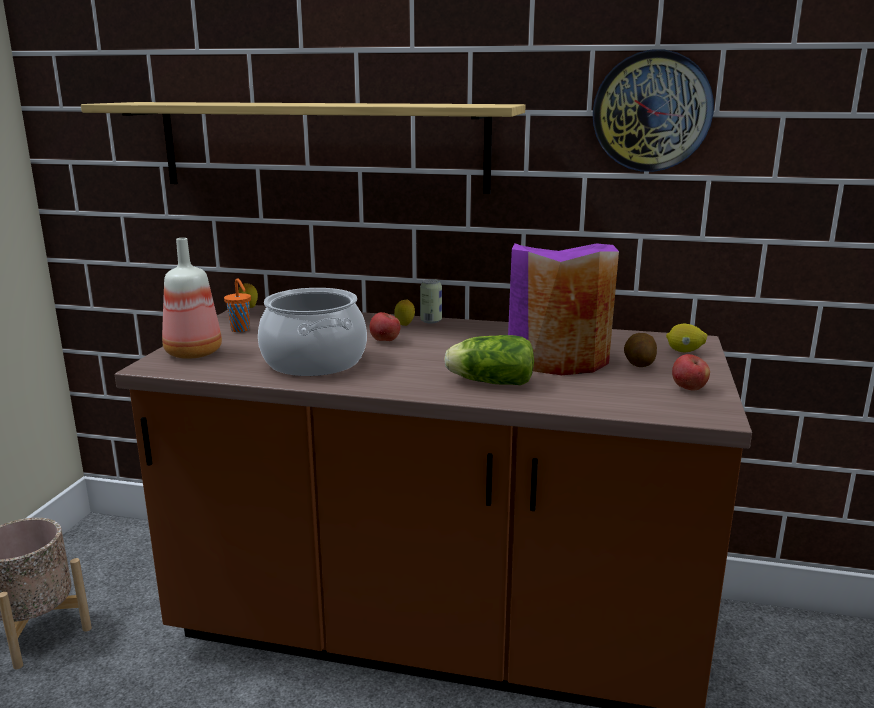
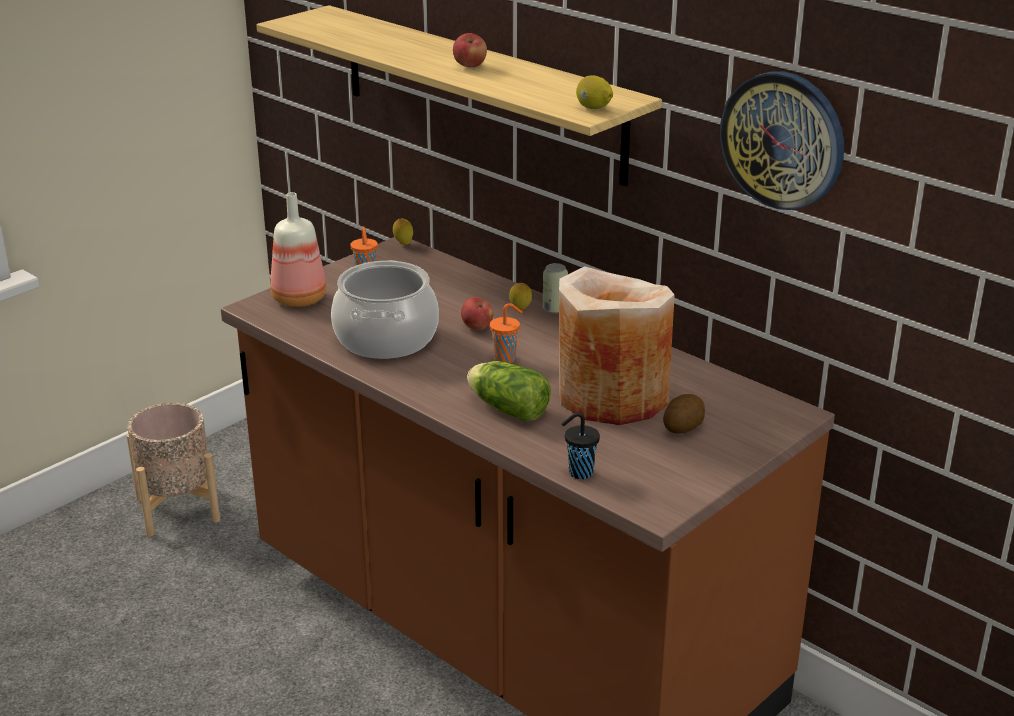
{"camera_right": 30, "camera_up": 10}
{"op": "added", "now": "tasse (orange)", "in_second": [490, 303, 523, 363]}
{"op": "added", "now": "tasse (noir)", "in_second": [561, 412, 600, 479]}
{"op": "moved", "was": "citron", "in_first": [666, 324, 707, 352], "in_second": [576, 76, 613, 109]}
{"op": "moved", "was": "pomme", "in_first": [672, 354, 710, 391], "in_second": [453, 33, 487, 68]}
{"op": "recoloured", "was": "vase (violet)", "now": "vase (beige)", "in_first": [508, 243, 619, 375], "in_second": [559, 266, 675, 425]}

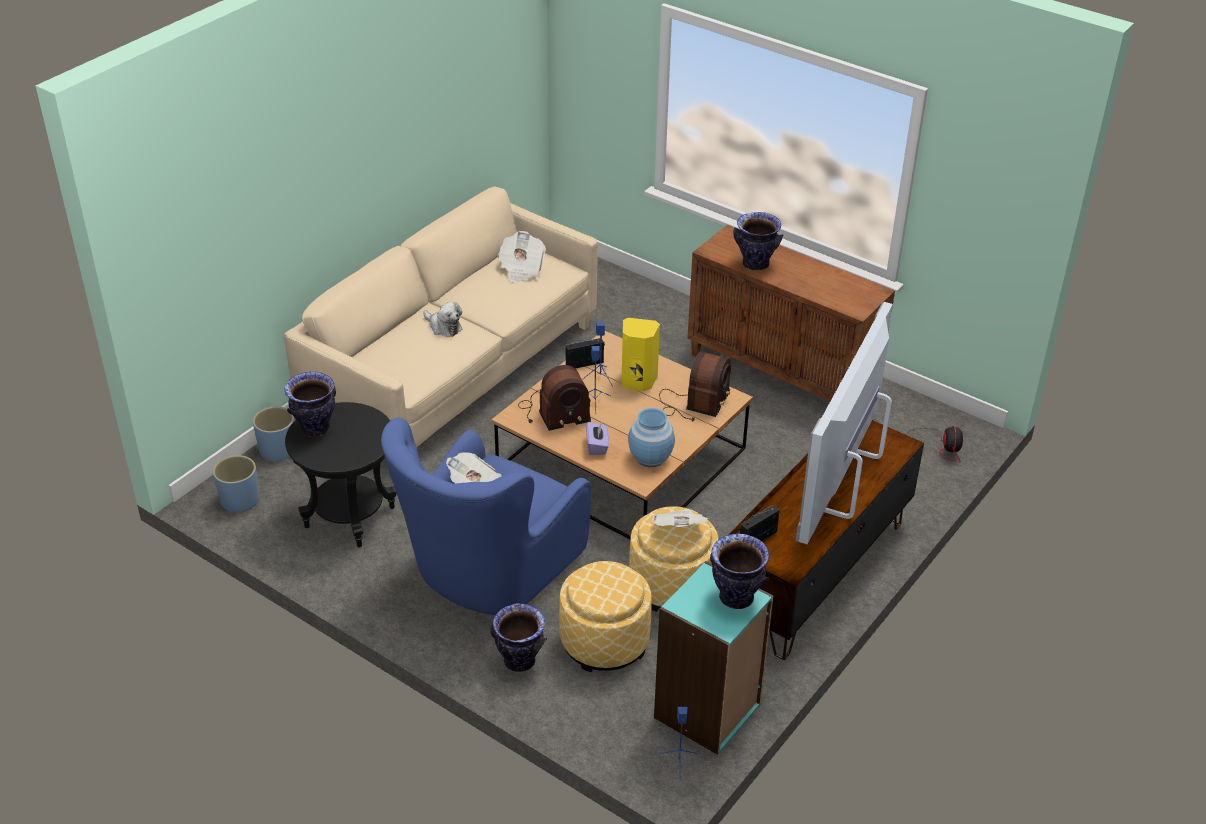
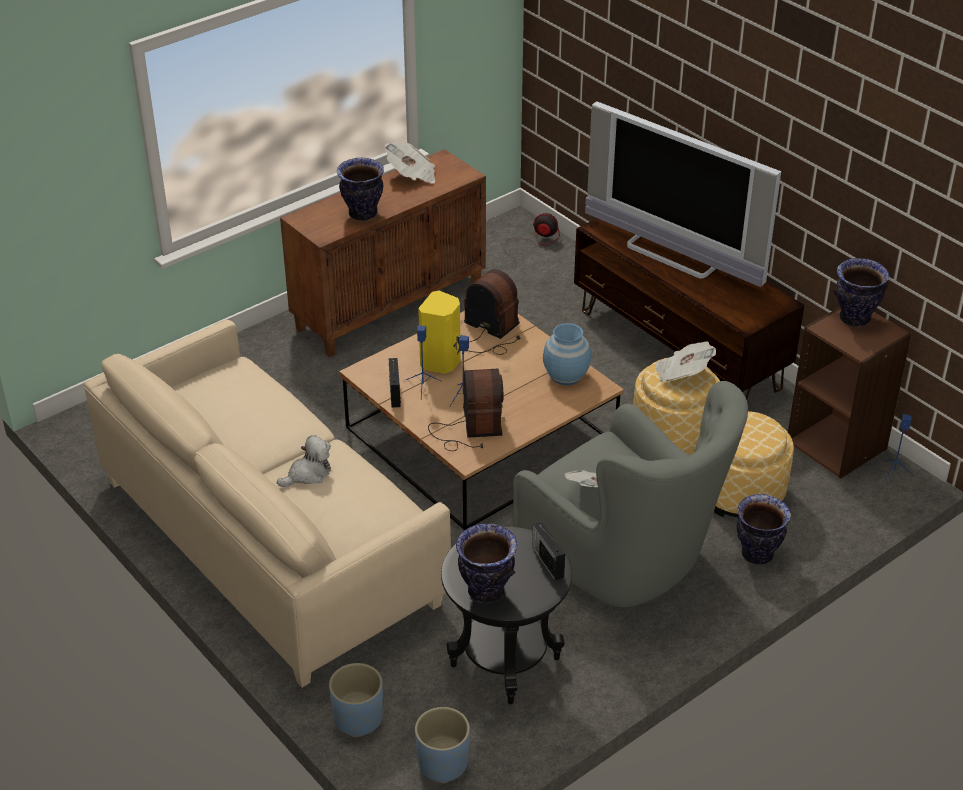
{"camera_right": -75, "camera_up": 0}
{"op": "removed", "was": "boîte à mouchoirs (violet)", "in_first": [586, 422, 609, 455]}
{"op": "moved", "was": "journal", "in_first": [498, 231, 546, 283], "in_second": [384, 142, 435, 184]}
{"op": "moved", "was": "radio", "in_first": [740, 505, 780, 541], "in_second": [532, 521, 565, 580]}
{"op": "recoloured", "was": "fauteuil (bleu)", "now": "fauteuil (gris)", "in_first": [381, 417, 592, 615], "in_second": [513, 381, 748, 607]}
{"op": "recoloured", "was": "bibliothèque (turquoise)", "now": "bibliothèque (marron)", "in_first": [654, 561, 773, 755], "in_second": [788, 307, 912, 478]}

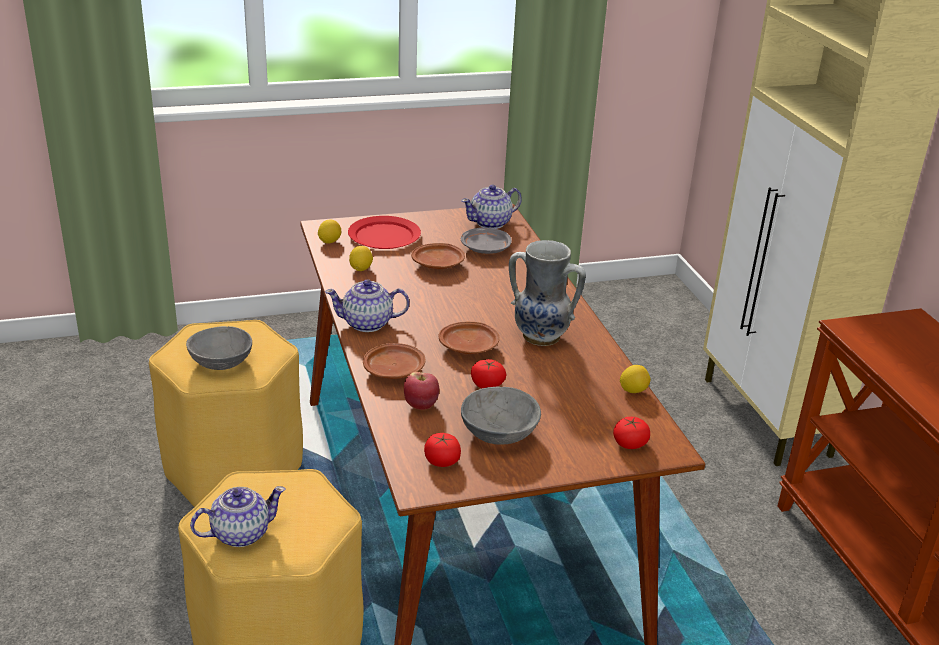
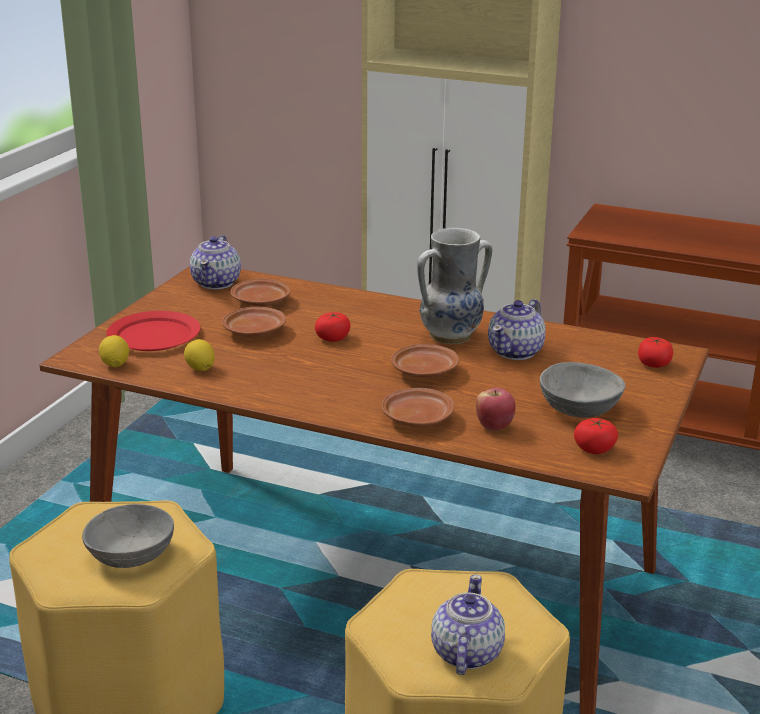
{"camera_right": -50, "camera_up": -5}
{"op": "removed", "was": "citron", "in_first": [620, 365, 651, 393]}
{"op": "moved", "was": "théière", "in_first": [325, 279, 410, 332], "in_second": [488, 299, 546, 360]}
{"op": "moved", "was": "tomate", "in_first": [471, 359, 506, 388], "in_second": [315, 312, 351, 342]}
{"op": "recoloured", "was": "assiette (gris)", "now": "assiette (marron)", "in_first": [461, 228, 512, 254], "in_second": [231, 279, 291, 307]}

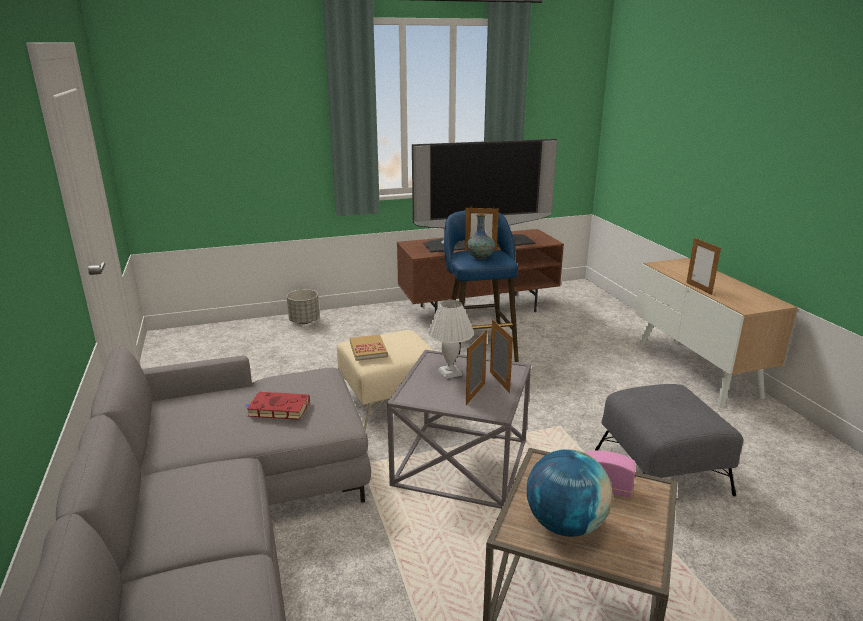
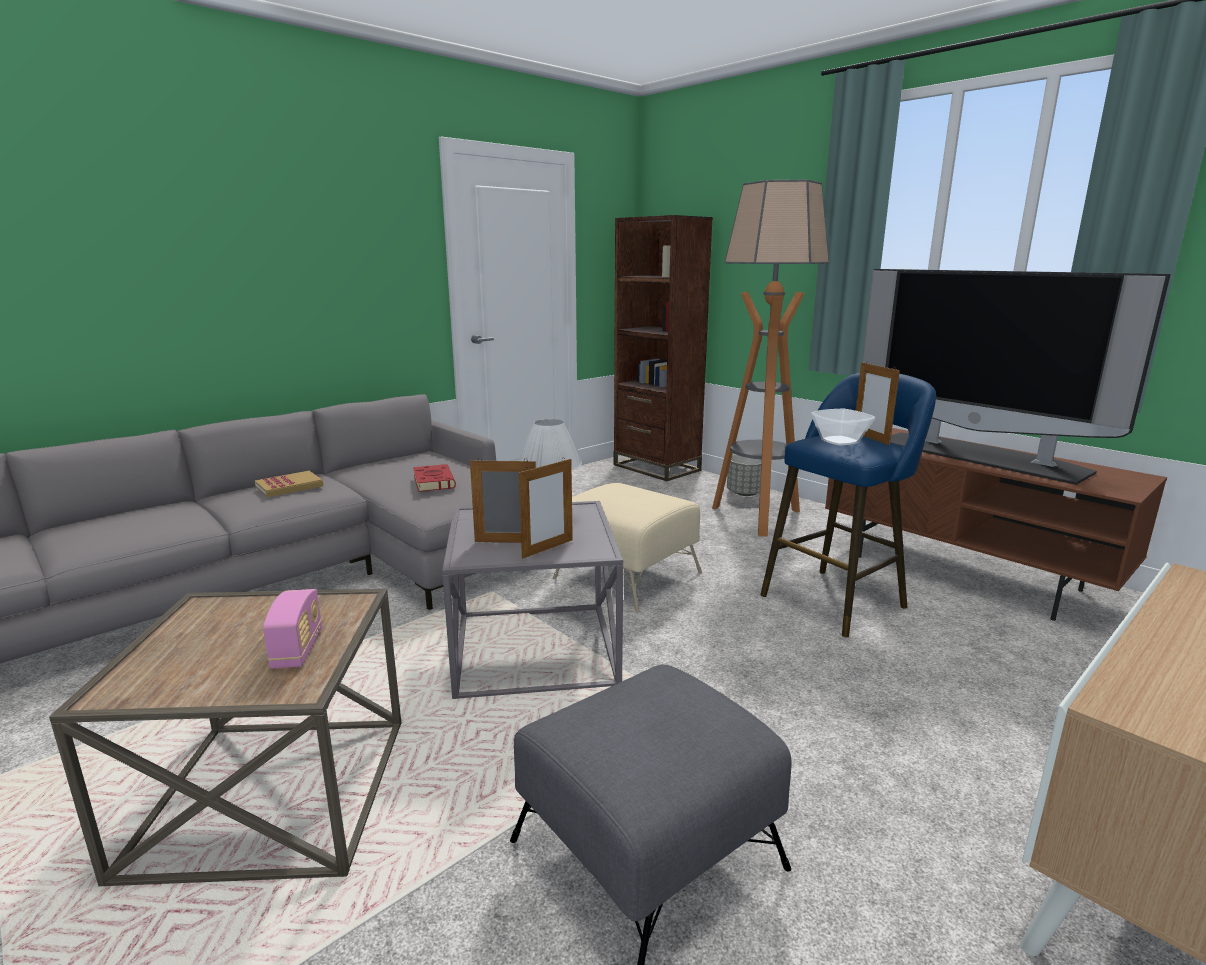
{"camera_right": 65, "camera_up": -5}
{"op": "removed", "was": "globe", "in_first": [527, 449, 613, 537]}
{"op": "removed", "was": "cadre photo", "in_first": [686, 238, 721, 295]}
{"op": "added", "now": "bibliothèque (marron)", "in_second": [613, 215, 713, 481]}
{"op": "added", "now": "lampadaire", "in_second": [712, 180, 829, 536]}
{"op": "moved", "was": "livre", "in_first": [350, 335, 388, 361], "in_second": [255, 471, 323, 497]}
{"op": "replaced", "was": "vase", "now": "bol", "in_first": [466, 214, 495, 259], "in_second": [811, 409, 875, 445]}

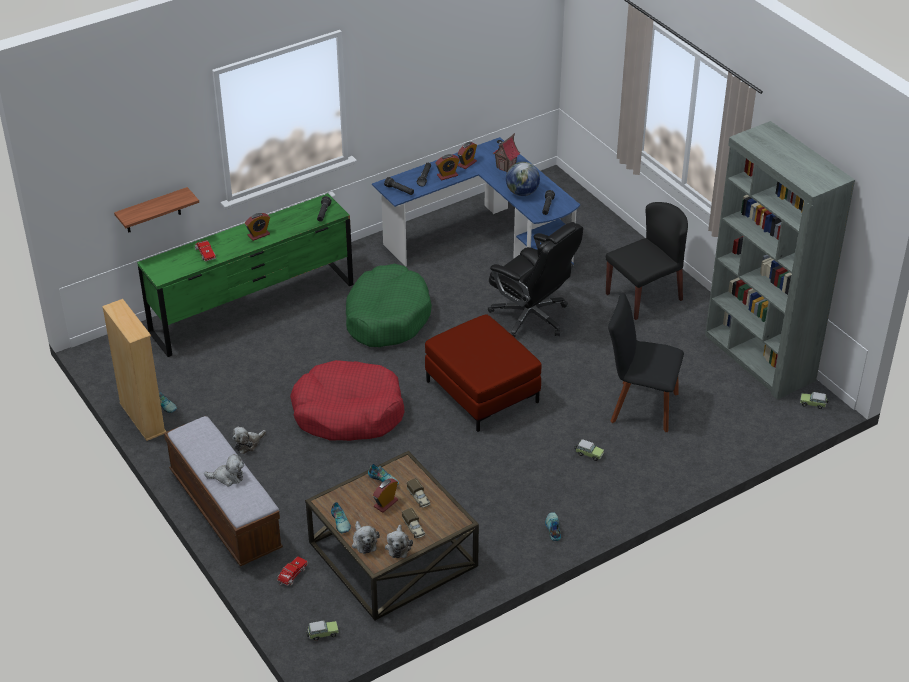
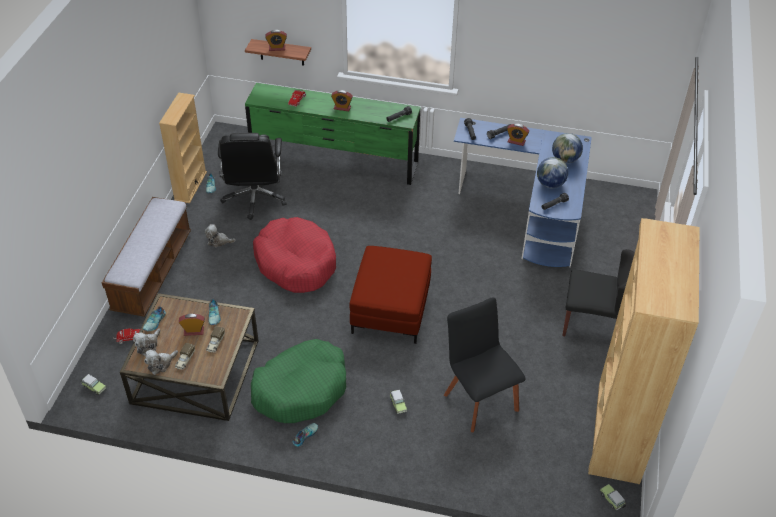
{"camera_right": 45, "camera_up": 5}
{"op": "removed", "was": "peluche", "in_first": [204, 454, 244, 486]}
{"op": "moved", "was": "panier pour chien (vert)", "in_first": [346, 264, 432, 347], "in_second": [251, 339, 347, 423]}
{"op": "moved", "was": "réveil", "in_first": [458, 142, 477, 169], "in_second": [265, 30, 287, 51]}
{"op": "moved", "was": "chaise de bureau (noir)", "in_first": [488, 222, 583, 338], "in_second": [218, 133, 287, 220]}
{"op": "replaced", "was": "maison miniature", "now": "globe", "in_first": [493, 133, 520, 172], "in_second": [552, 133, 583, 164]}
{"op": "recoloured", "was": "bibliothèque (gris)", "now": "bibliothèque (marron)", "in_first": [705, 121, 855, 400], "in_second": [588, 218, 699, 484]}

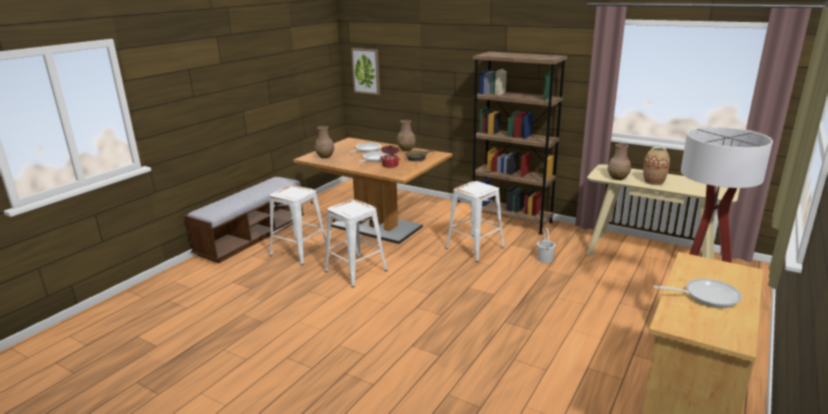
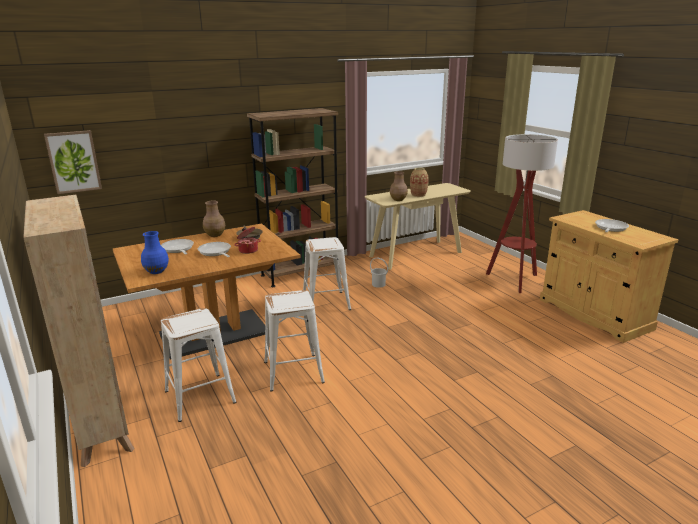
{"camera_right": -60, "camera_up": 0}
{"op": "replaced", "was": "banc", "now": "bibliothèque (beige)", "in_first": [184, 177, 304, 263], "in_second": [23, 195, 135, 467]}
{"op": "recoloured", "was": "vase (marron)", "now": "vase (bleu)", "in_first": [315, 126, 334, 158], "in_second": [141, 231, 169, 274]}

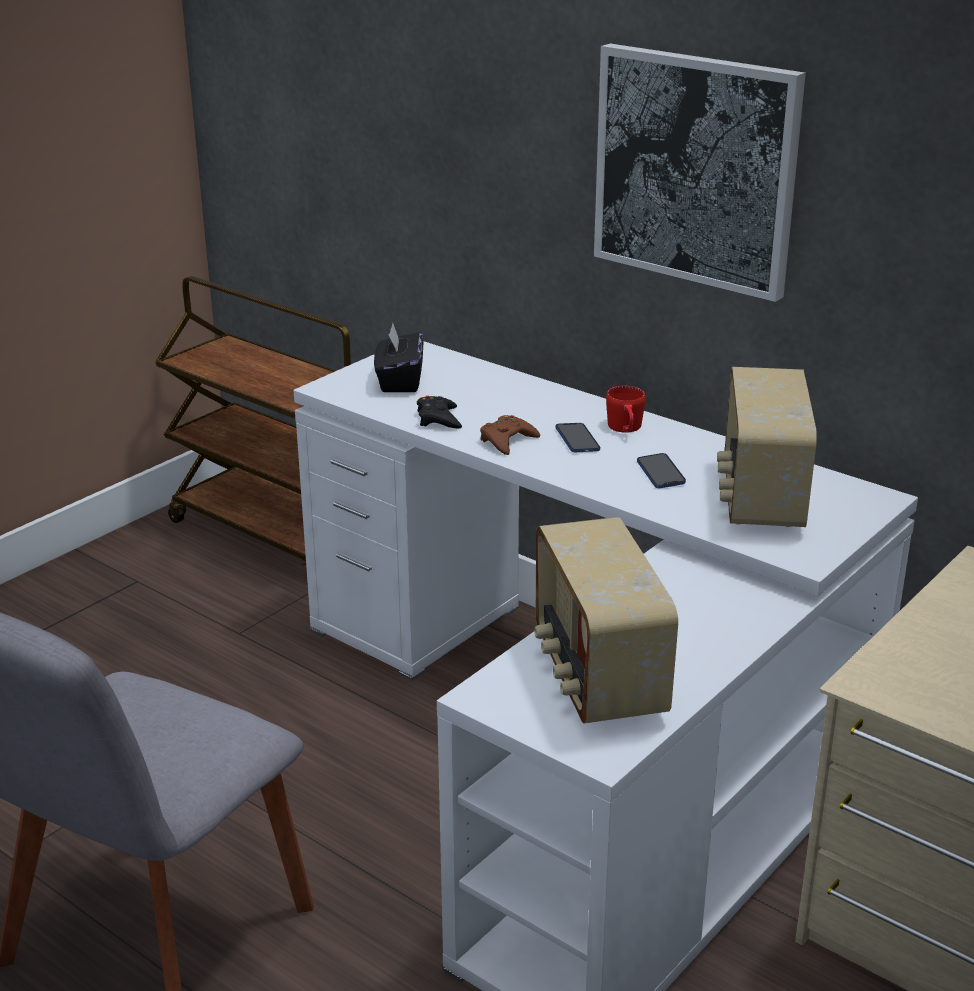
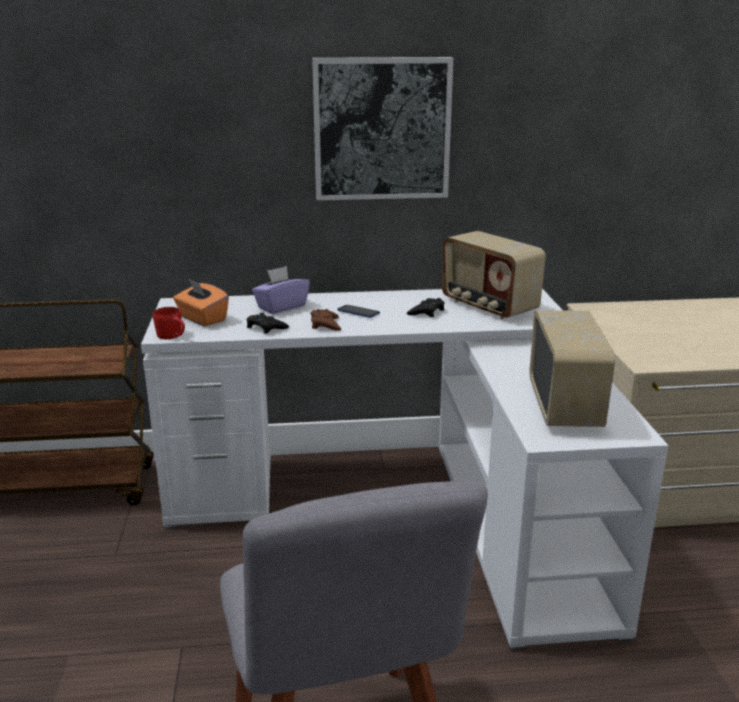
{"camera_right": -45, "camera_up": -5}
{"op": "added", "now": "boîte à mouchoirs (violet)", "in_second": [252, 266, 310, 314]}
{"op": "moved", "was": "mug (rouge)", "in_first": [606, 386, 646, 433], "in_second": [153, 307, 185, 339]}
{"op": "replaced", "was": "téléphone", "now": "manette (noir)", "in_first": [637, 453, 686, 488], "in_second": [407, 298, 445, 317]}
{"op": "recoloured", "was": "boîte à mouchoirs (noir)", "now": "boîte à mouchoirs (orange)", "in_first": [374, 323, 424, 392], "in_second": [173, 278, 229, 326]}
{"op": "turned", "was": "radio", "in_first": [534, 517, 678, 723], "in_second": [530, 310, 615, 427], "clockwise": -120}

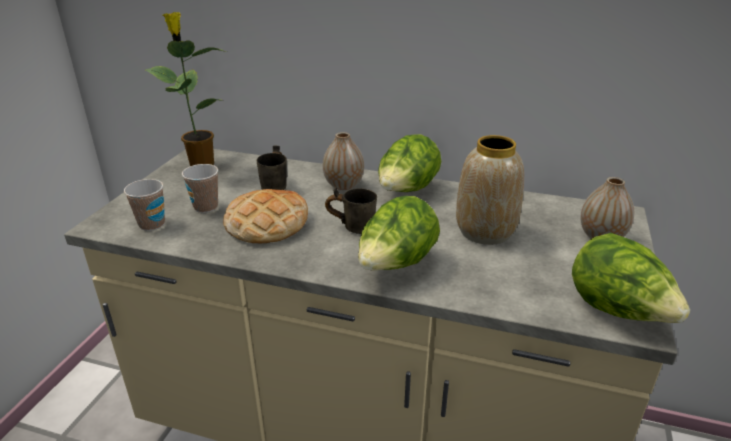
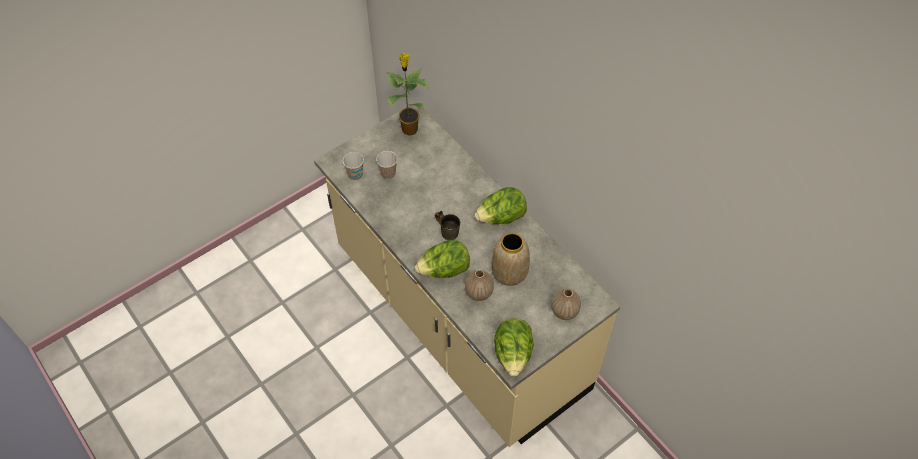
{"camera_right": 35, "camera_up": 25}
{"op": "removed", "was": "pain", "in_first": [223, 189, 308, 243]}
{"op": "removed", "was": "mug (gris)", "in_first": [257, 146, 287, 190]}
{"op": "moved", "was": "vase", "in_first": [323, 132, 364, 190], "in_second": [465, 269, 494, 301]}

